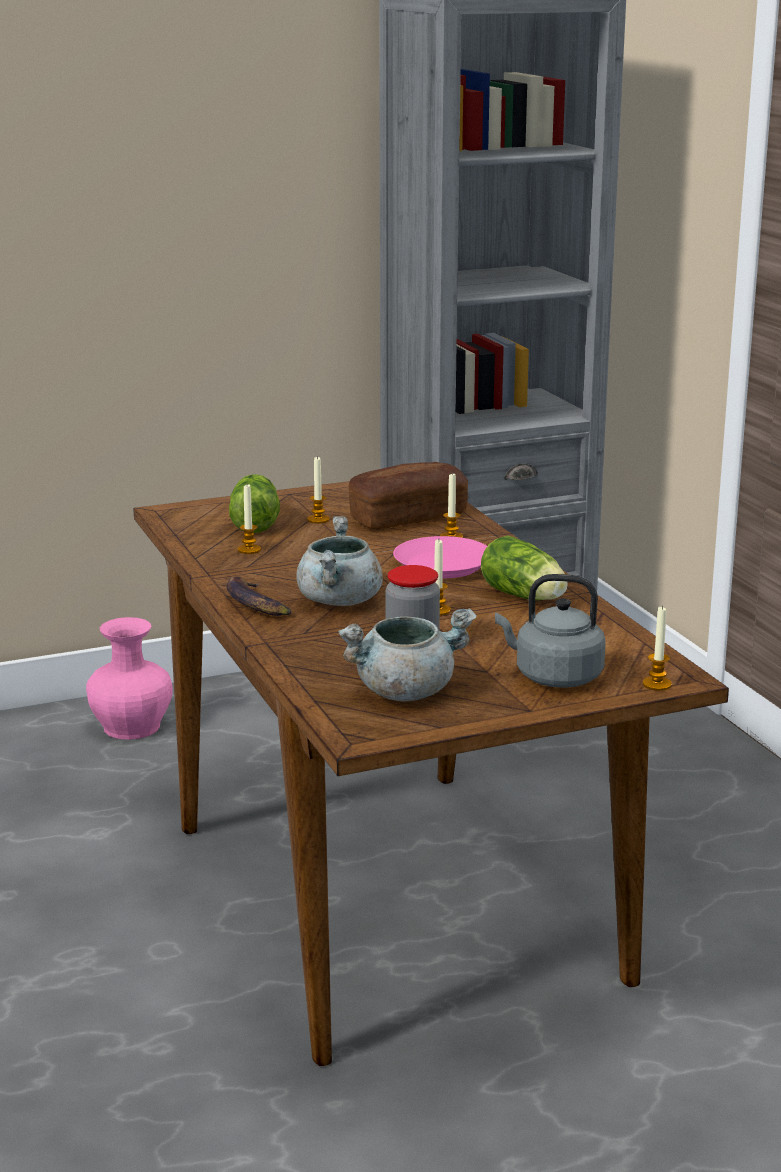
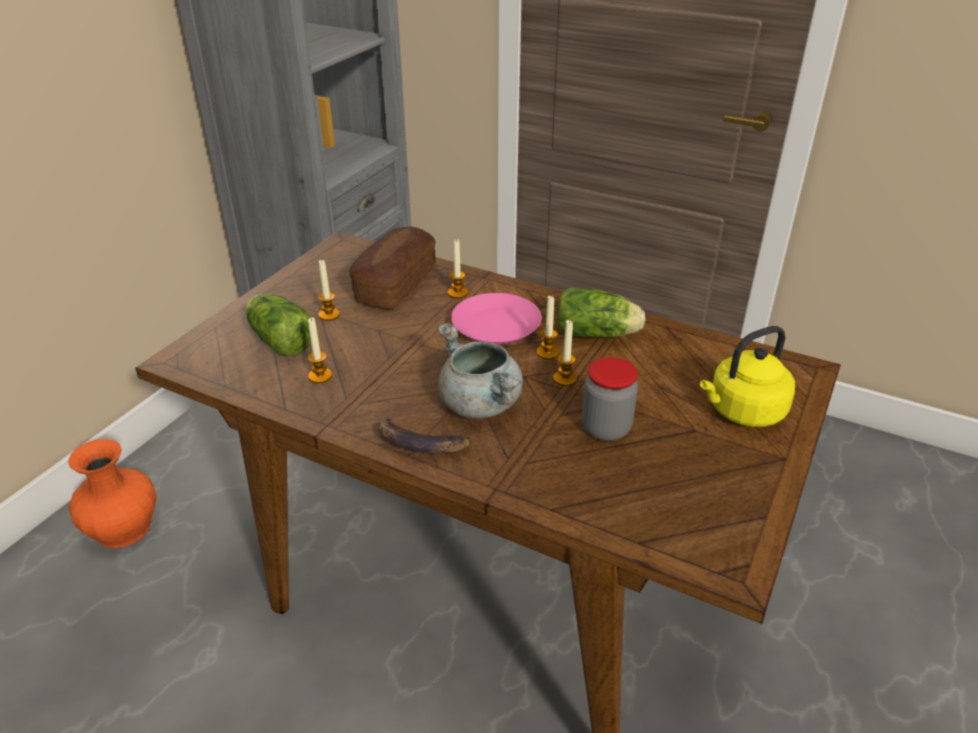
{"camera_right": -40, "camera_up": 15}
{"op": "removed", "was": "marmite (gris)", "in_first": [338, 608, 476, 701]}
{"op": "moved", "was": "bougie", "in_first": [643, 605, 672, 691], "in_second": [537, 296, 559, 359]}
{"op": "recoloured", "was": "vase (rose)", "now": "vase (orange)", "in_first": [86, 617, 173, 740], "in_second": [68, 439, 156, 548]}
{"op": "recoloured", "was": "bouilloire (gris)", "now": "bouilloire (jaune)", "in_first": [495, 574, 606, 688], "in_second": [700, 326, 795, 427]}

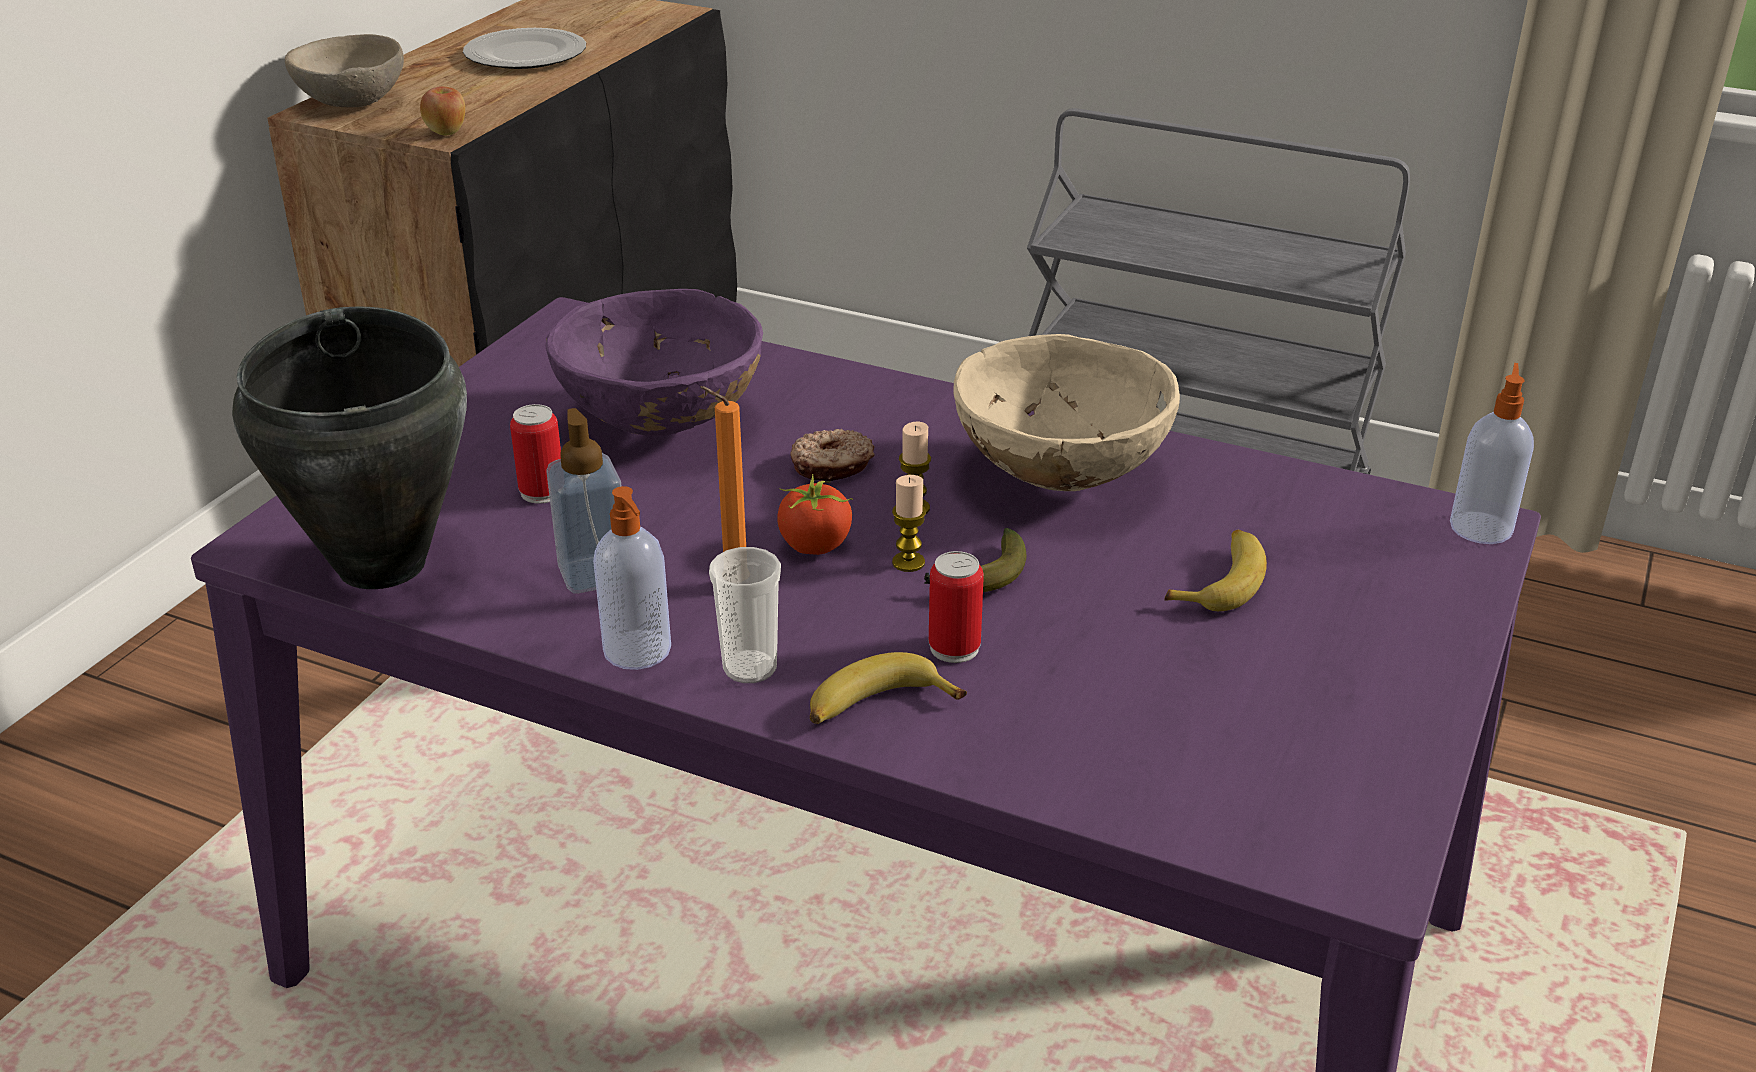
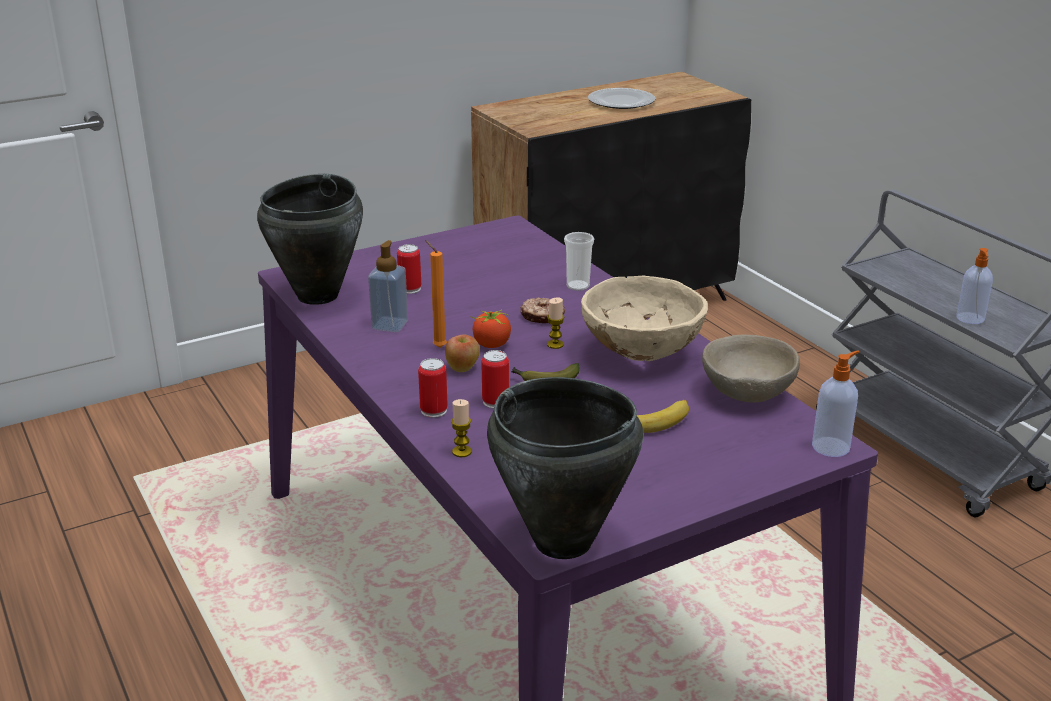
{"camera_right": 35, "camera_up": -5}
{"op": "removed", "was": "bol (violet)", "in_first": [546, 289, 763, 436]}
{"op": "added", "now": "marmite (noir)", "in_second": [487, 377, 643, 559]}
{"op": "moved", "was": "bol (beige)", "in_first": [285, 34, 404, 107], "in_second": [702, 335, 800, 403]}
{"op": "moved", "was": "pomme", "in_first": [420, 86, 465, 135], "in_second": [445, 335, 480, 372]}
{"op": "moved", "was": "distributeur de savon", "in_first": [593, 486, 671, 670], "in_second": [956, 248, 993, 324]}
{"op": "moved", "was": "tasse", "in_first": [709, 547, 781, 683], "in_second": [564, 232, 594, 291]}
{"op": "moved", "was": "bougie", "in_first": [892, 475, 926, 572], "in_second": [451, 399, 472, 457]}
{"op": "replaced", "was": "banane", "now": "boîte métallique", "in_first": [810, 652, 967, 724], "in_second": [418, 358, 448, 418]}

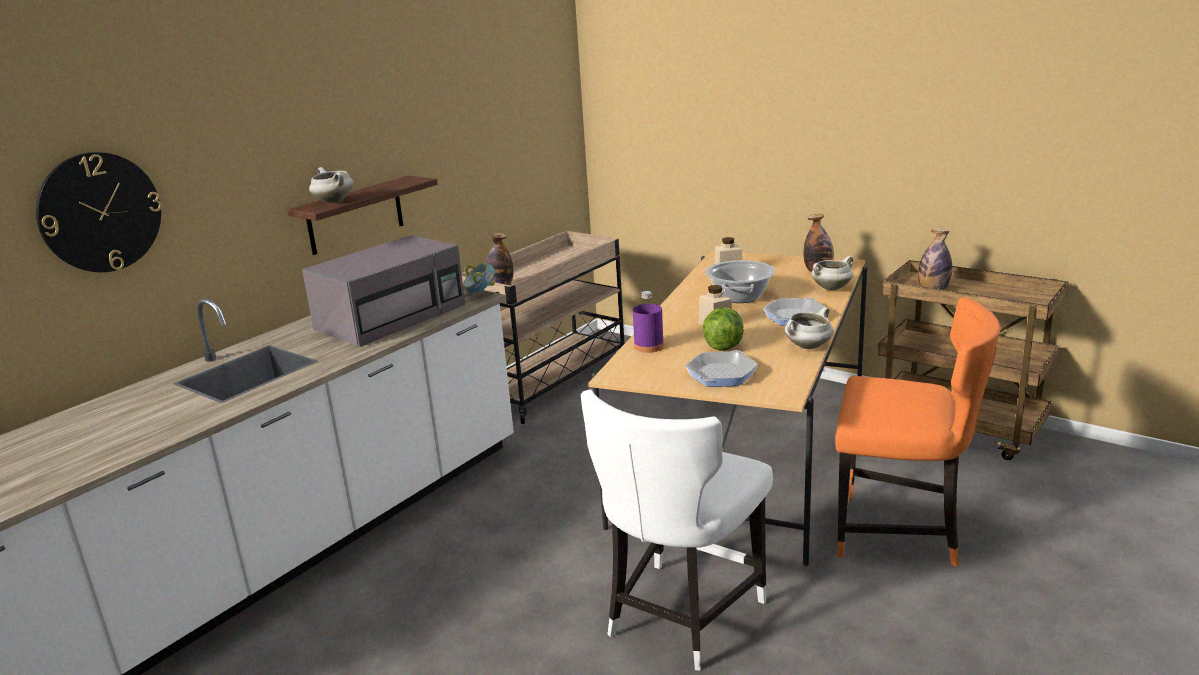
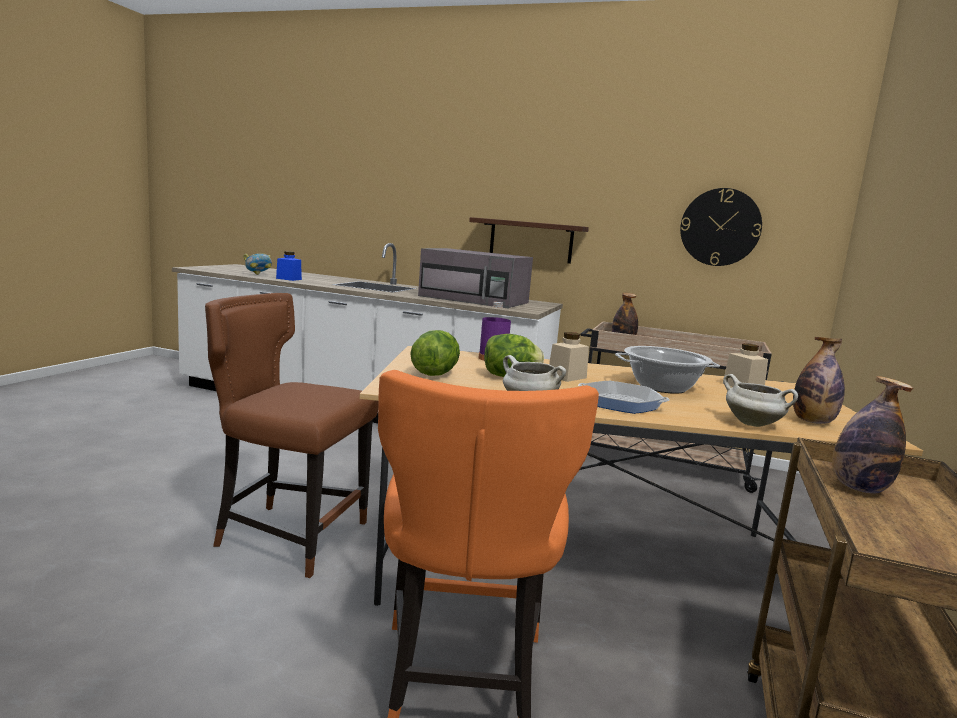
{"camera_right": 70, "camera_up": -10}
{"op": "removed", "was": "marmite (blanc)", "in_first": [309, 167, 354, 203]}
{"op": "added", "now": "bocal (bleu)", "in_second": [276, 251, 302, 281]}
{"op": "moved", "was": "horloge murale", "in_first": [36, 152, 162, 272], "in_second": [680, 188, 762, 266]}
{"op": "moved", "was": "bol", "in_first": [463, 263, 495, 296], "in_second": [244, 253, 272, 275]}
{"op": "replaced", "was": "poêle", "now": "laitue", "in_first": [685, 350, 758, 387], "in_second": [410, 330, 460, 376]}
{"op": "recoloured", "was": "chaise (blanc)", "now": "chaise (marron)", "in_first": [581, 389, 773, 671], "in_second": [205, 293, 378, 578]}

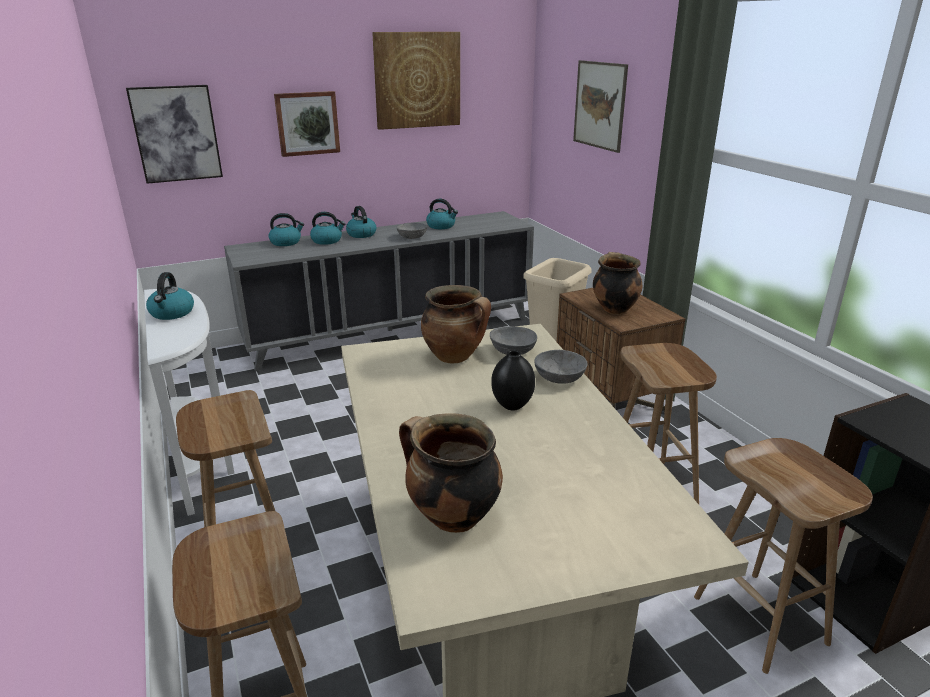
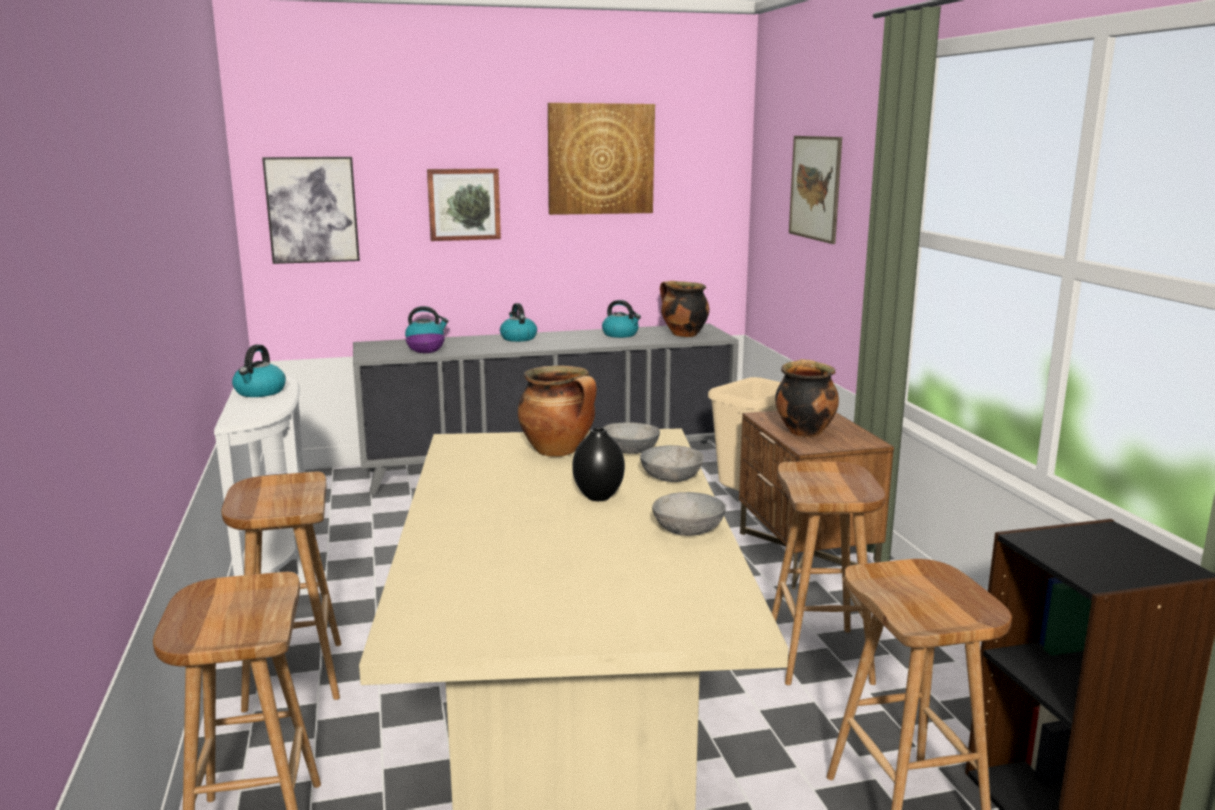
{"camera_right": 10, "camera_up": -10}
{"op": "removed", "was": "bouilloire", "in_first": [310, 212, 345, 245]}
{"op": "added", "now": "bol (violet)", "in_second": [405, 334, 445, 353]}
{"op": "moved", "was": "bol (gris)", "in_first": [397, 222, 427, 239], "in_second": [652, 492, 726, 536]}
{"op": "moved", "was": "marmite", "in_first": [399, 413, 503, 533], "in_second": [660, 281, 709, 337]}

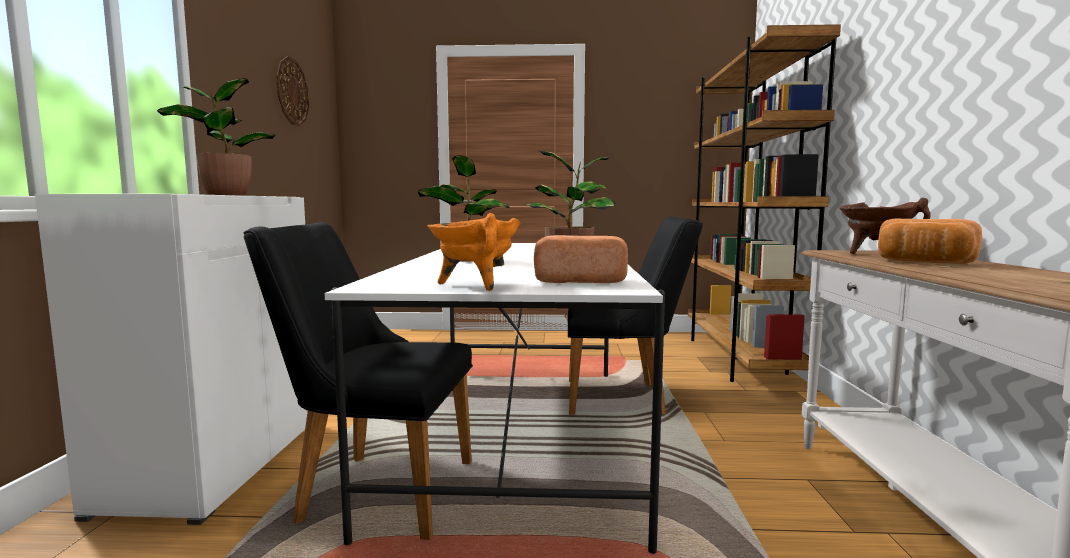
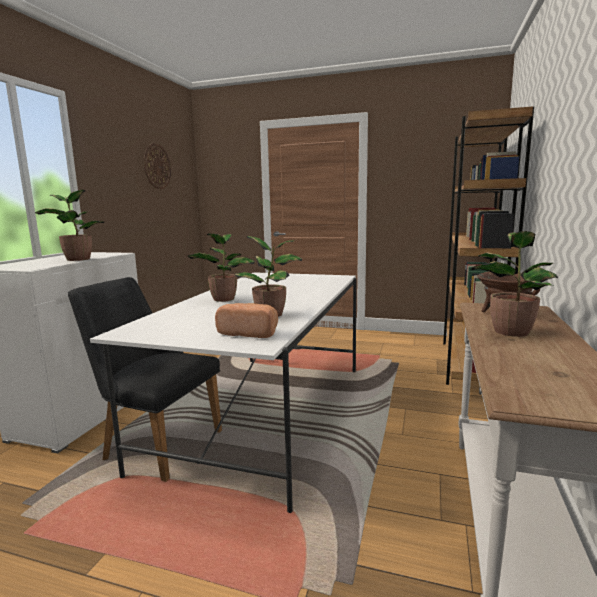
{"camera_right": 15, "camera_up": 5}
{"op": "removed", "was": "marmite (orange)", "in_first": [427, 213, 521, 291]}
{"op": "removed", "was": "chaise (noir)", "in_first": [568, 217, 703, 415]}
{"op": "replaced", "was": "pain", "now": "plante en pot", "in_first": [878, 219, 982, 264], "in_second": [472, 231, 558, 337]}

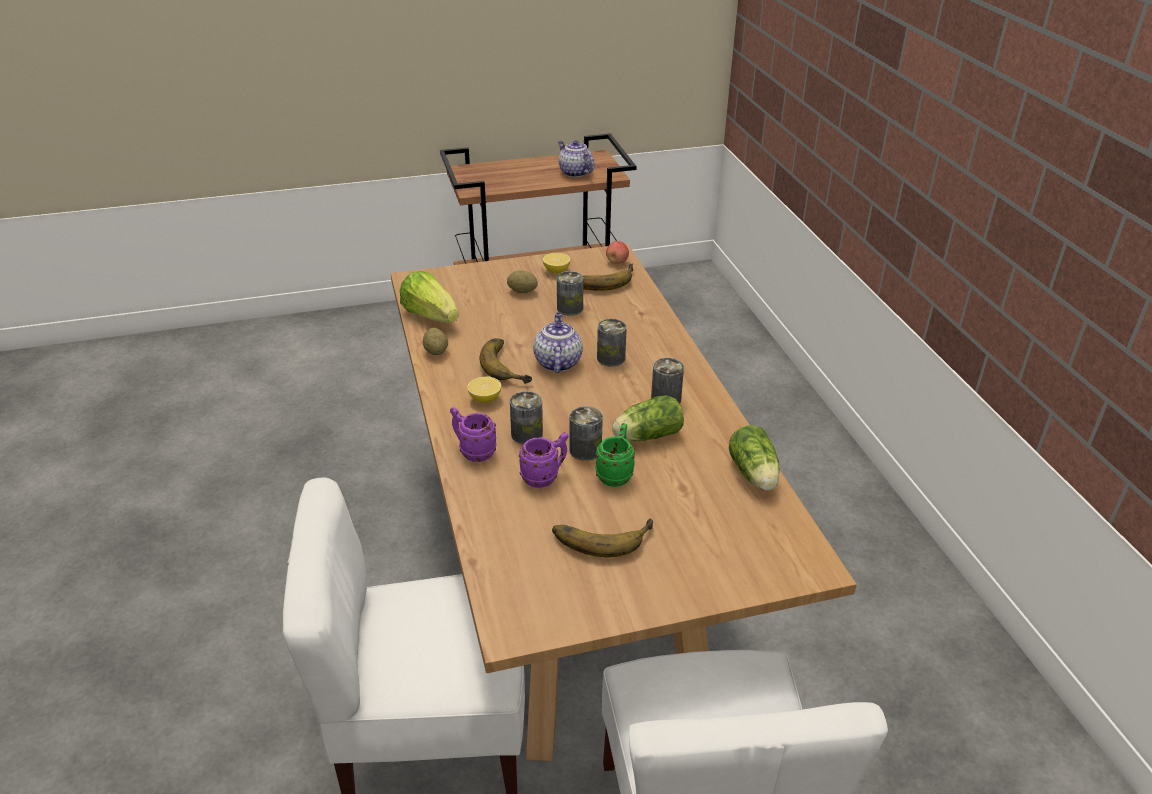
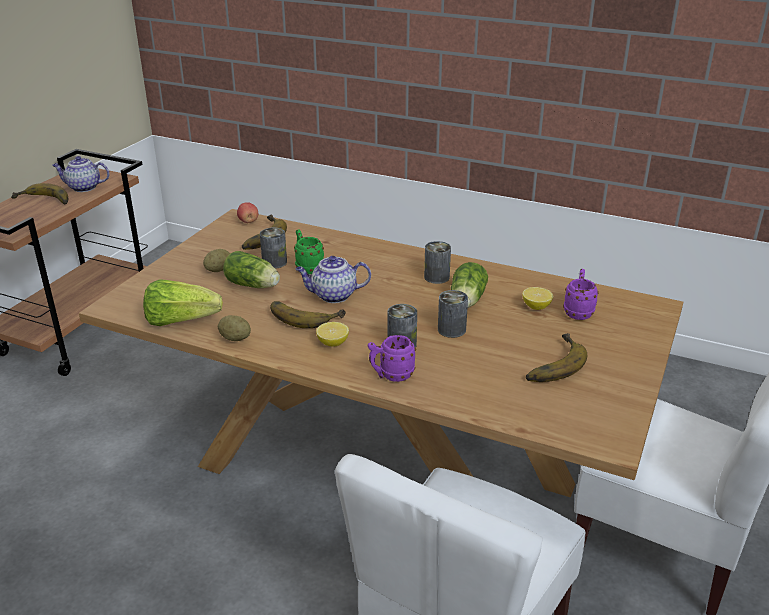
{"camera_right": -50, "camera_up": -5}
{"op": "removed", "was": "boîte métallique", "in_first": [597, 319, 627, 367]}
{"op": "added", "now": "banane", "in_second": [11, 183, 68, 204]}
{"op": "moved", "was": "mug (violet)", "in_first": [519, 432, 568, 488], "in_second": [563, 269, 599, 320]}
{"op": "moved", "was": "citron", "in_first": [543, 253, 571, 273], "in_second": [522, 287, 553, 310]}
{"op": "moved", "was": "mug (vert)", "in_first": [595, 423, 635, 487], "in_second": [294, 230, 324, 274]}
{"op": "moved", "was": "laitue", "in_first": [729, 425, 780, 490], "in_second": [223, 251, 280, 288]}
{"op": "turned", "was": "théière", "in_first": [533, 313, 583, 373], "in_second": [295, 256, 371, 303], "clockwise": -45}

